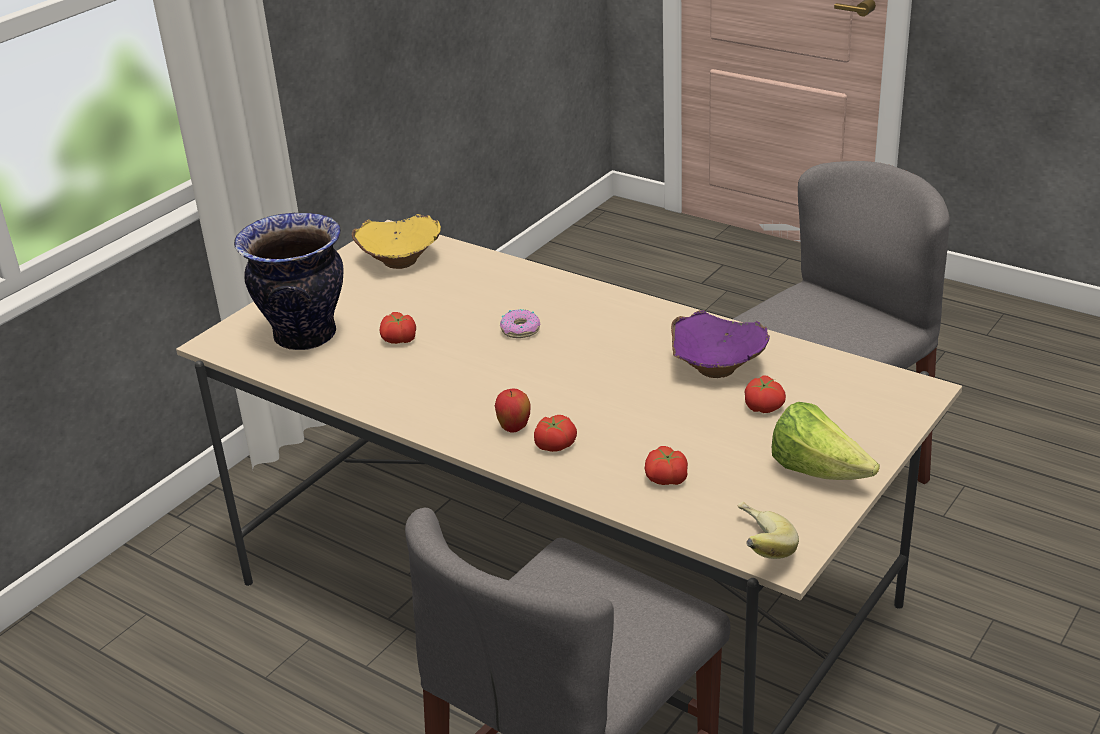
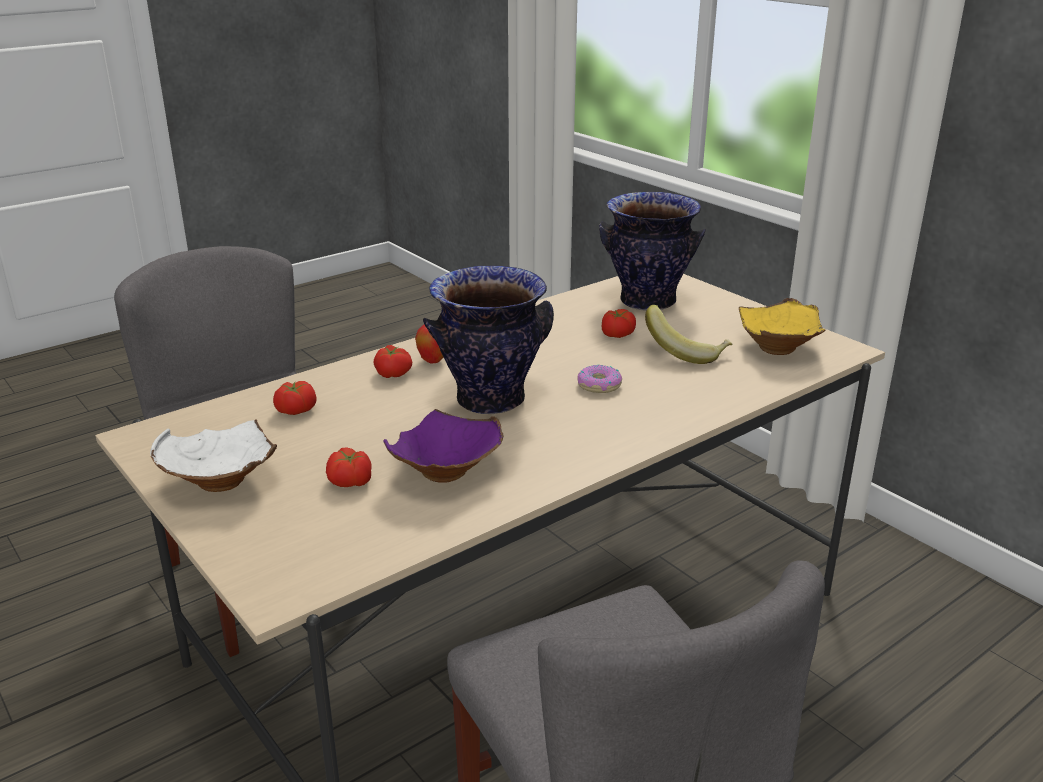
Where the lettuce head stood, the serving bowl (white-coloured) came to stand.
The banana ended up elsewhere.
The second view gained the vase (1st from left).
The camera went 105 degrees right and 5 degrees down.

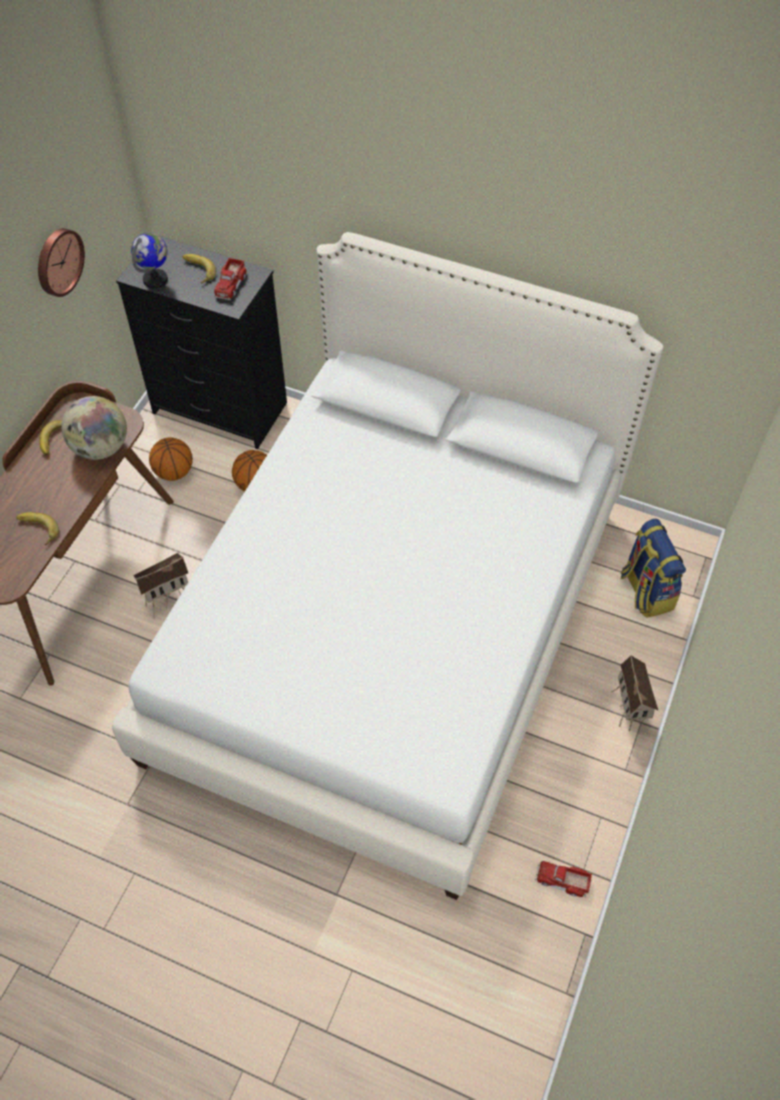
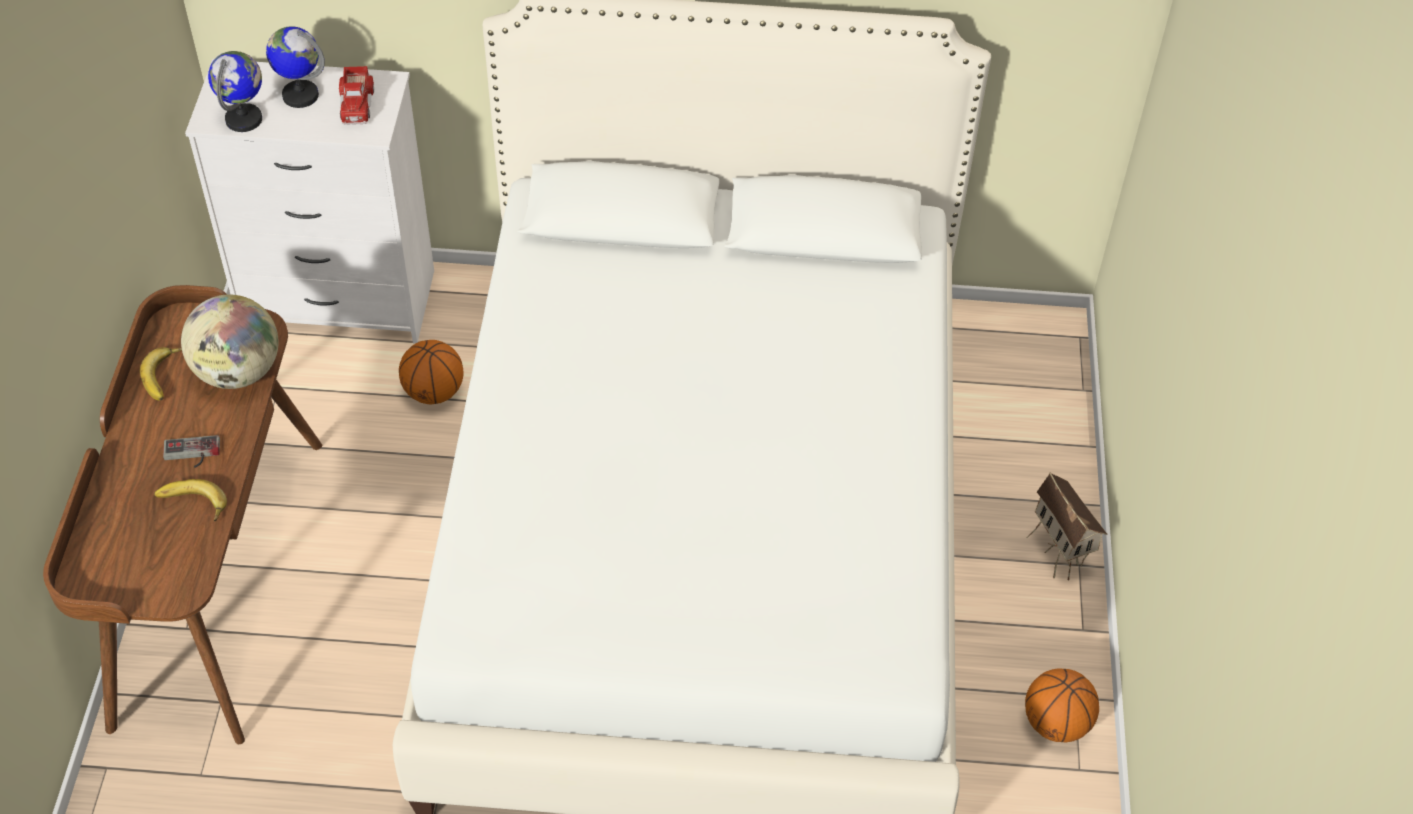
The second view lost the hanging clock.
What was the drawer chest (blackish) turned into the drawer chest (white-coloured).
Where the banana (3rd from left) stood, the world globe (3rd from left) came to stand.
The basketball (1st from left in the first image) ended up elsewhere.
The second view lost the backpack.
The second view lost the model house (1st from left).
The second view lost the toy lorry (2nd from left).
The second view gained the joypad.
The camera went 20 degrees left and 5 degrees down.

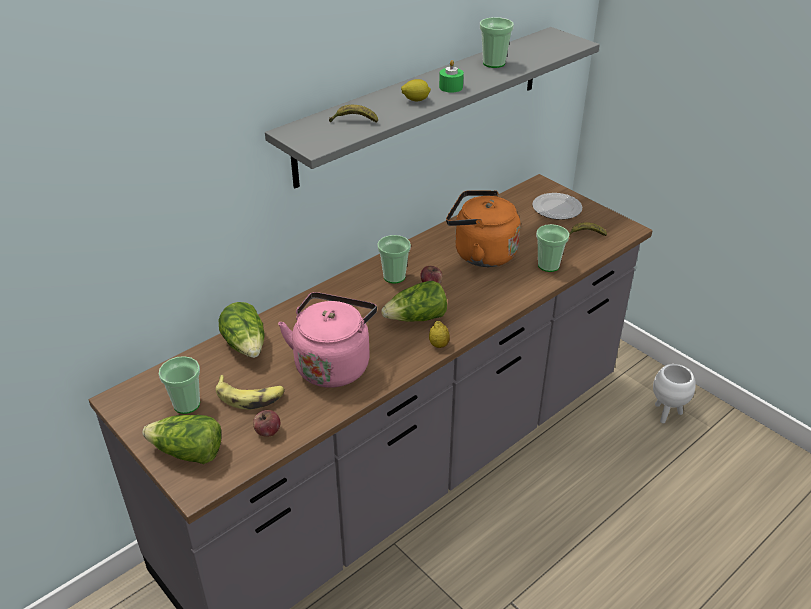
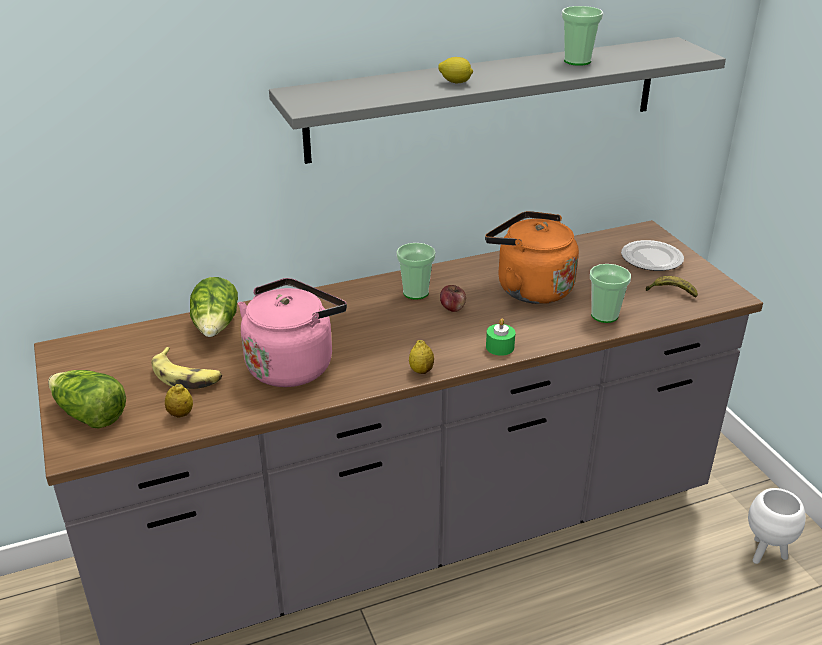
The wax candle (green) ended up elsewhere.
The second view lost the banana (2nd from left).
The second view lost the lettuce head (3rd from left).
The second view lost the small cup (1st from left).
Where the apple (1st from left) stood, the lemon (1st from left) came to stand.
The camera went 20 degrees right and 5 degrees down.

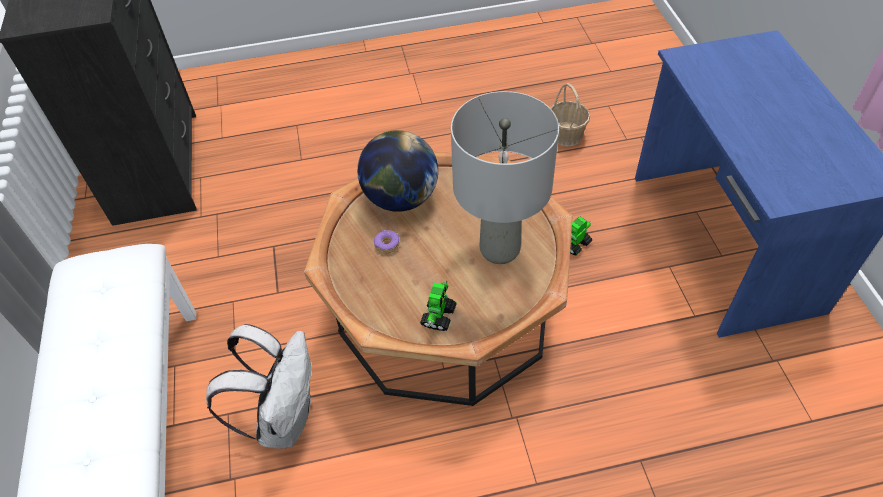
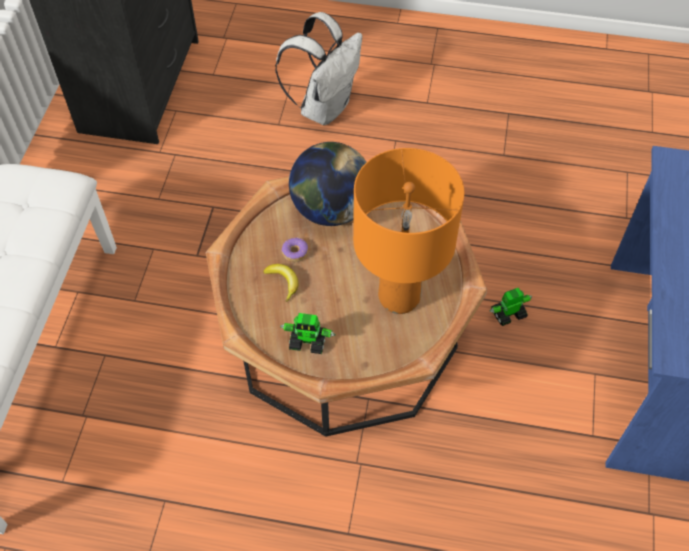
The second view lost the household basket.
What was the tabletop lamp (gray) turned into the tabletop lamp (orange-coloured).
The robot figure (1st from left) ended up facing another way, 60 degrees clockwise from before.
The backpack (white-coloured) ended up elsewhere.
The second view gained the banana.
The camera went 20 degrees right and 5 degrees up.

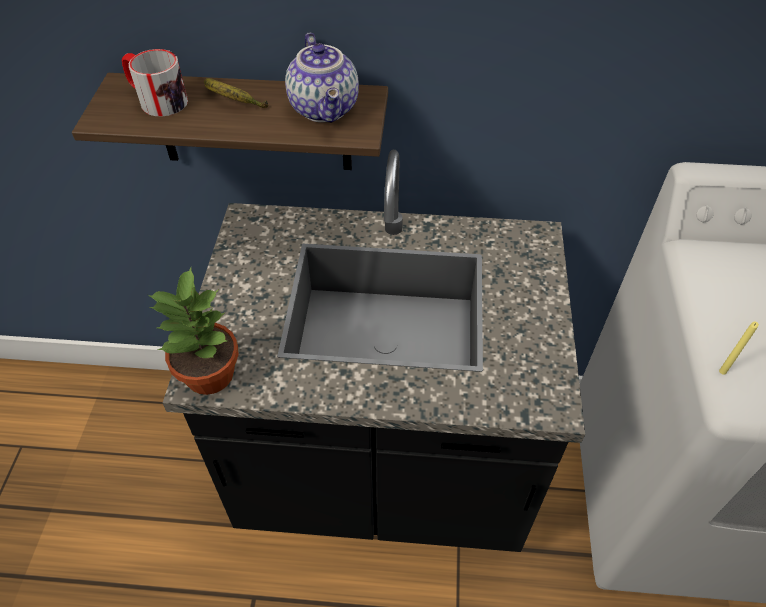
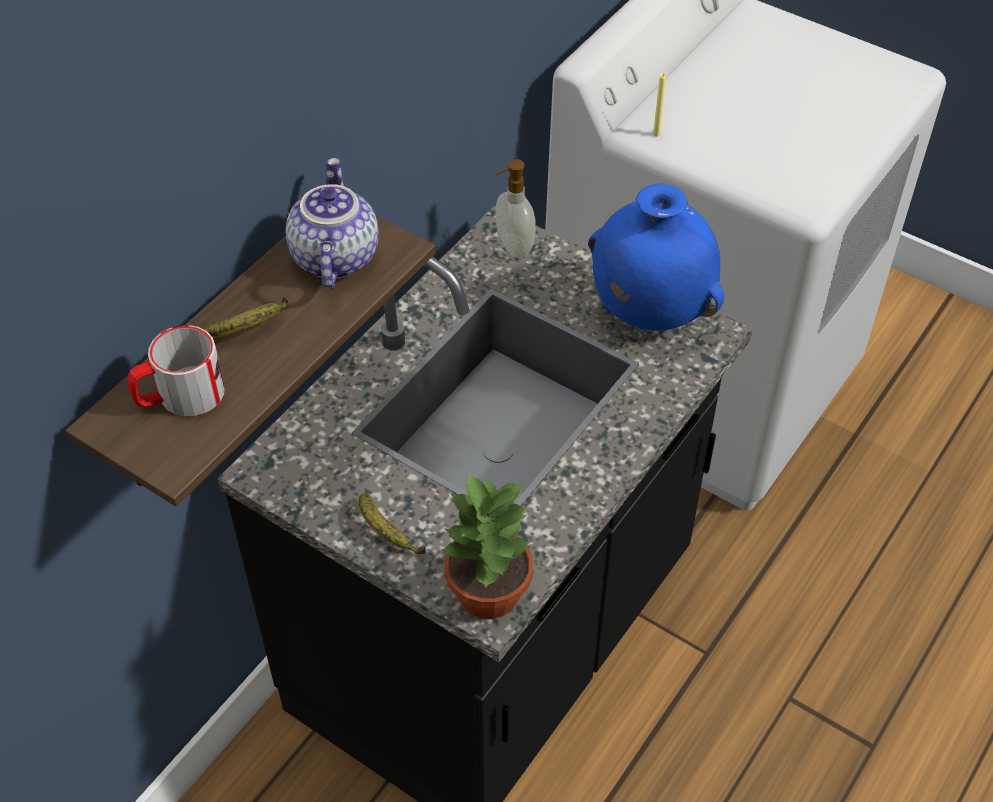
The tea pot ended up facing another way, 105 degrees counterclockwise from before.
The wax candle (yellowish) ended up elsewhere.
The second view gained the soap bottle.
The second view gained the vase (blue-coloured).
The second view gained the banana (2nd from left).
The camera went 60 degrees left and 0 degrees up.

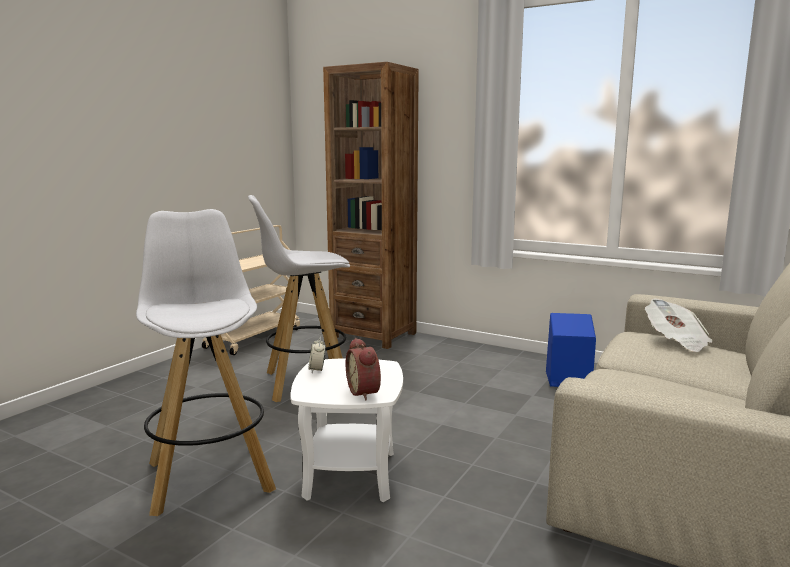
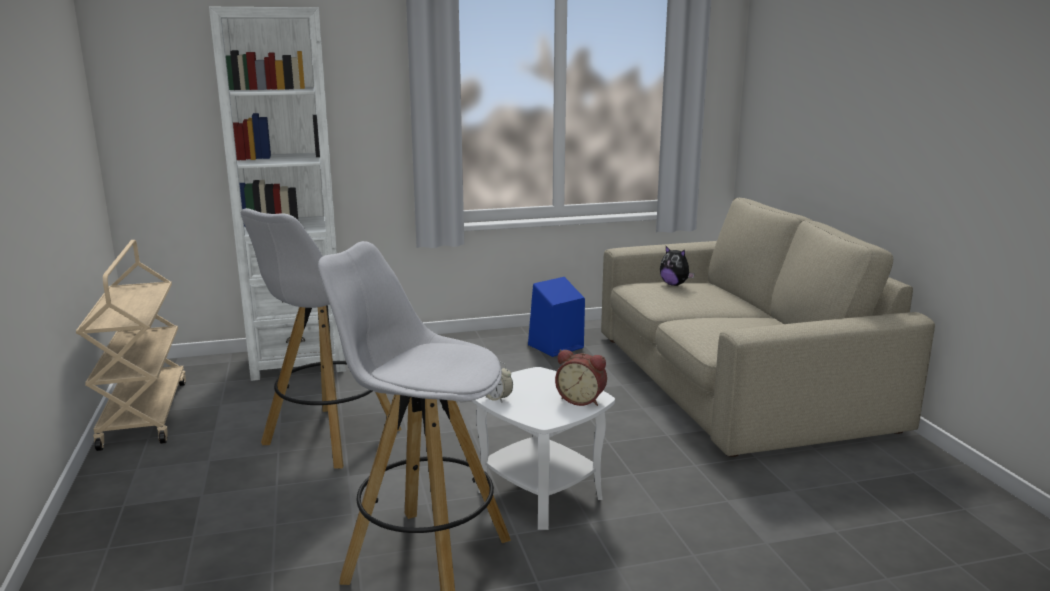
What was the bookshelf (brownish) turned into the bookshelf (white-coloured).
Where the newspaper stood, the plush toy came to stand.
The camera went 45 degrees left and 5 degrees up.

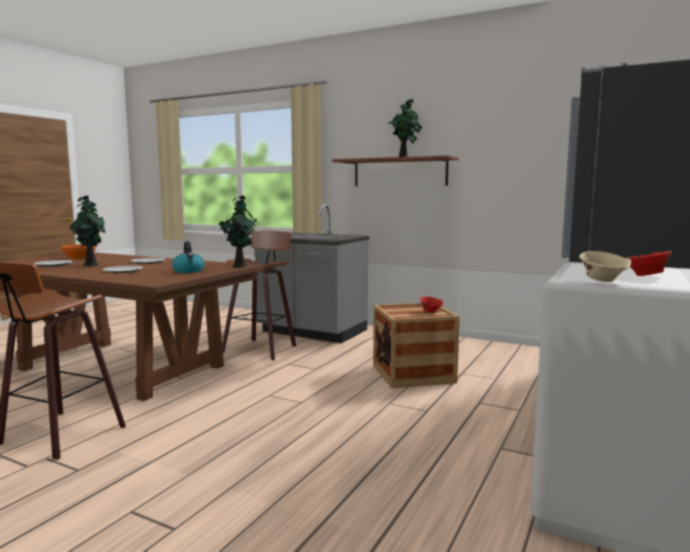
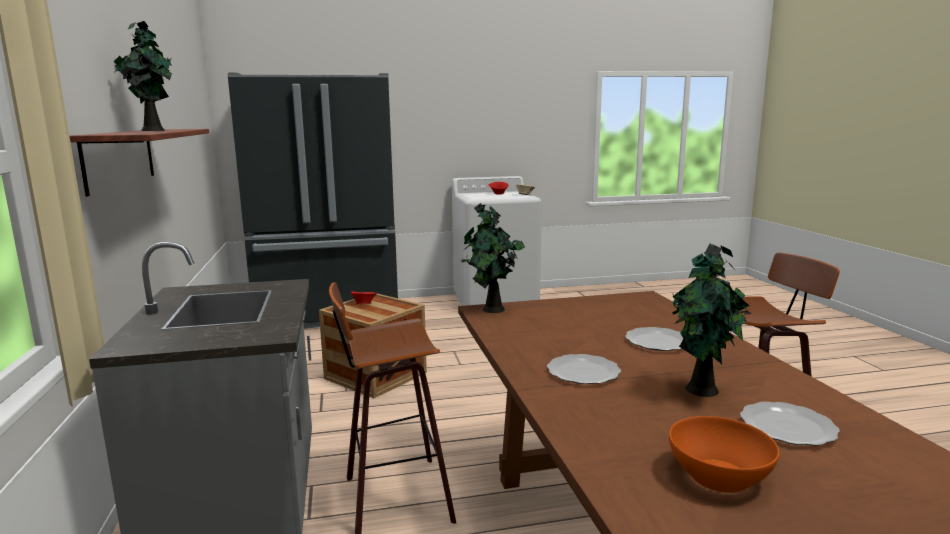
The second view lost the tea kettle.
The camera went 130 degrees left and 5 degrees up.

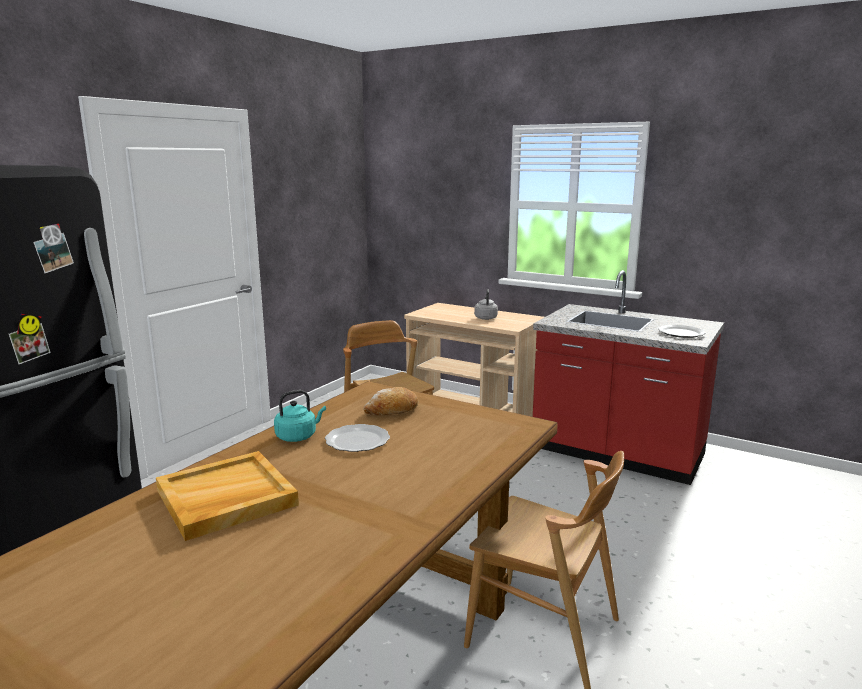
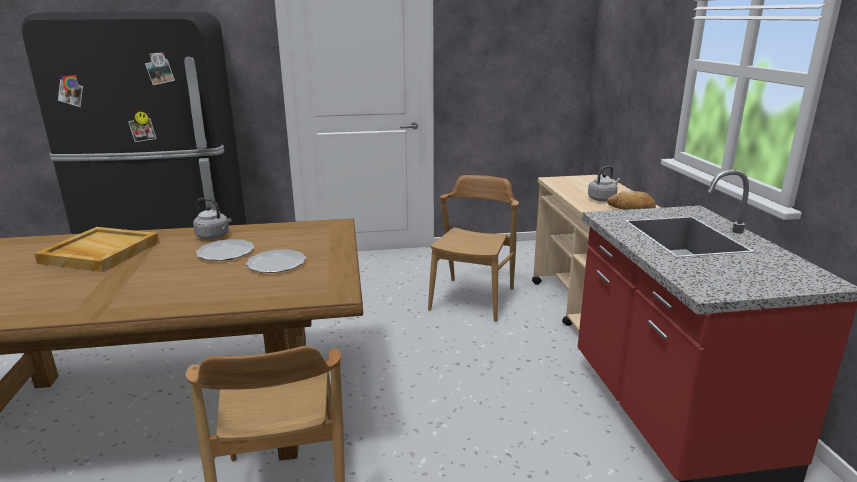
The plate (2nd from left) ended up elsewhere.
The bakery bread ended up elsewhere.
What was the tea kettle (turquoise-coloured) turned into the tea kettle (gray) (1st from left).
The camera went 50 degrees right and 5 degrees up.

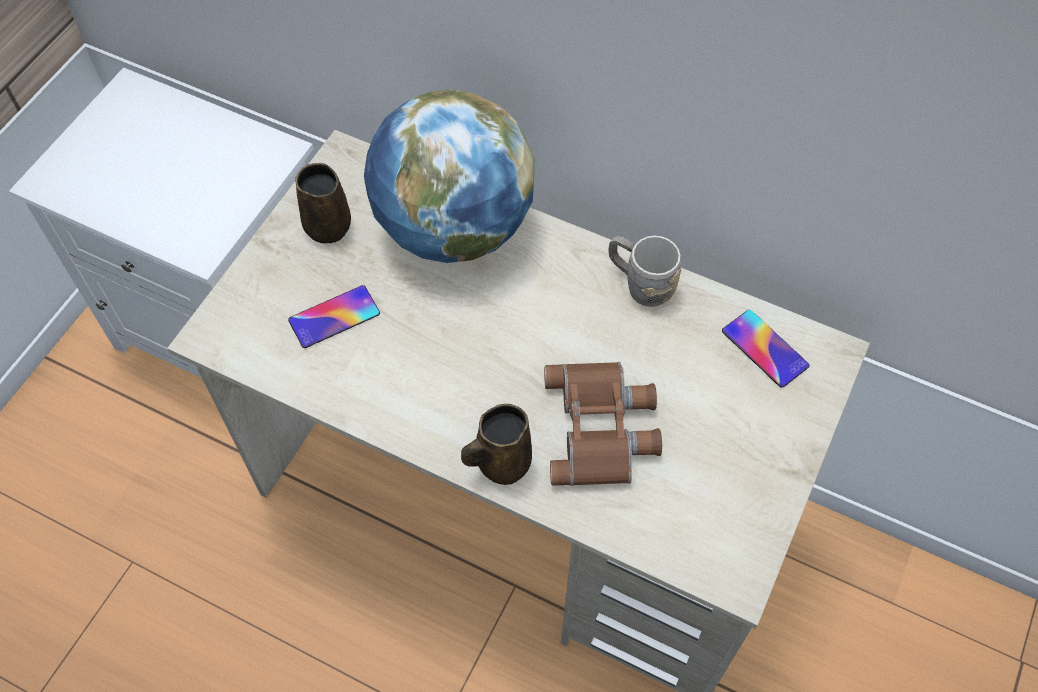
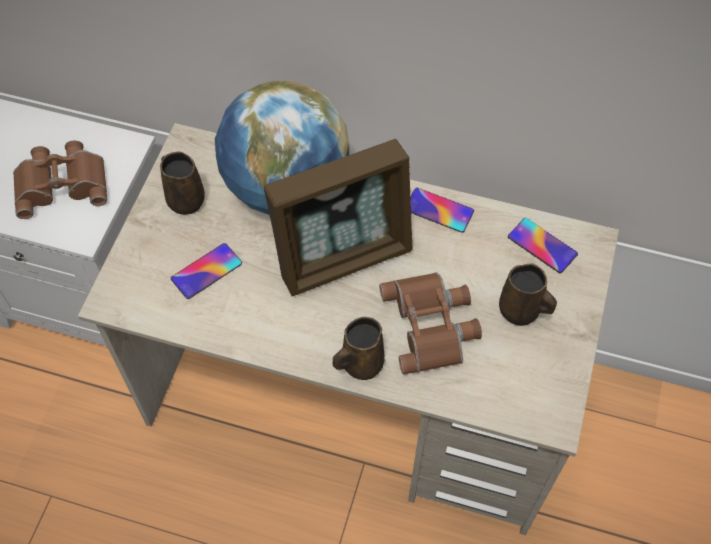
Where the tea mug (gray) stood, the telephone (2nd from left) came to stand.
The second view gained the picture frame.
The second view gained the binoculars (brownish) (1st from left).
The second view gained the tea mug (brownish) (3rd from left).
The camera went 10 degrees left and 0 degrees up.

